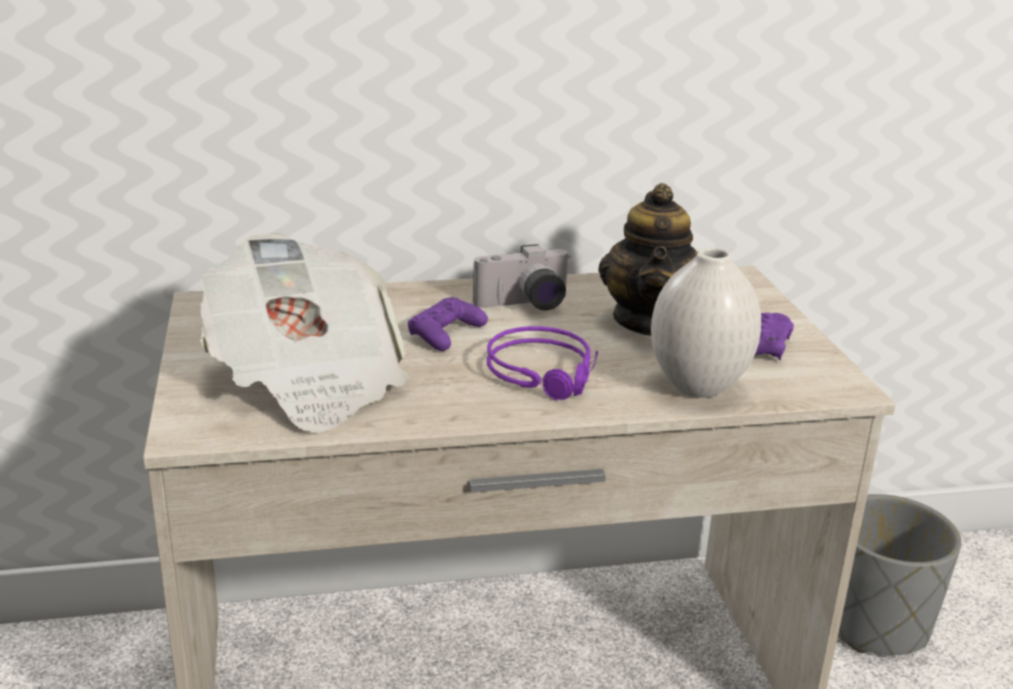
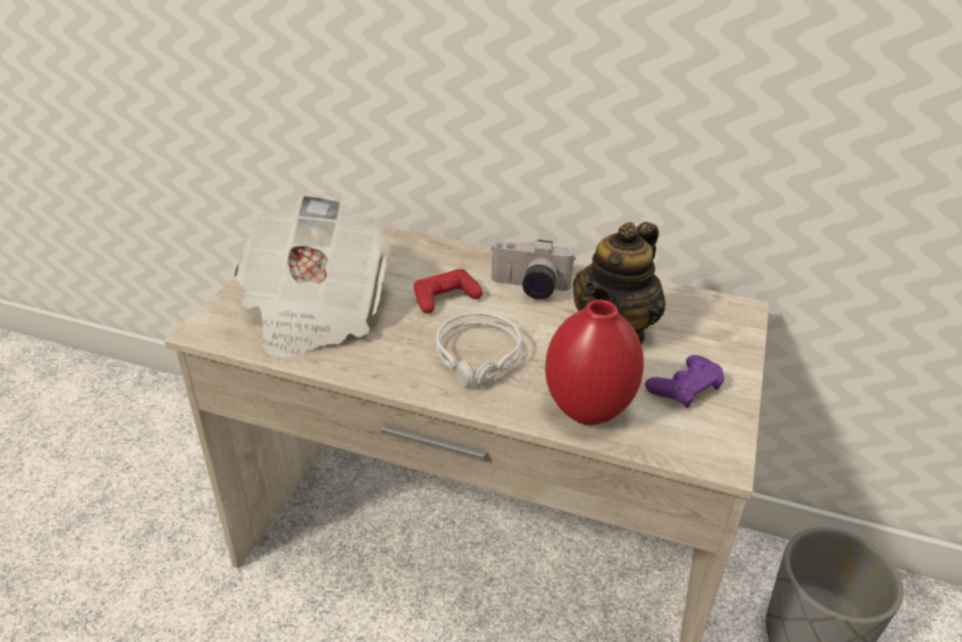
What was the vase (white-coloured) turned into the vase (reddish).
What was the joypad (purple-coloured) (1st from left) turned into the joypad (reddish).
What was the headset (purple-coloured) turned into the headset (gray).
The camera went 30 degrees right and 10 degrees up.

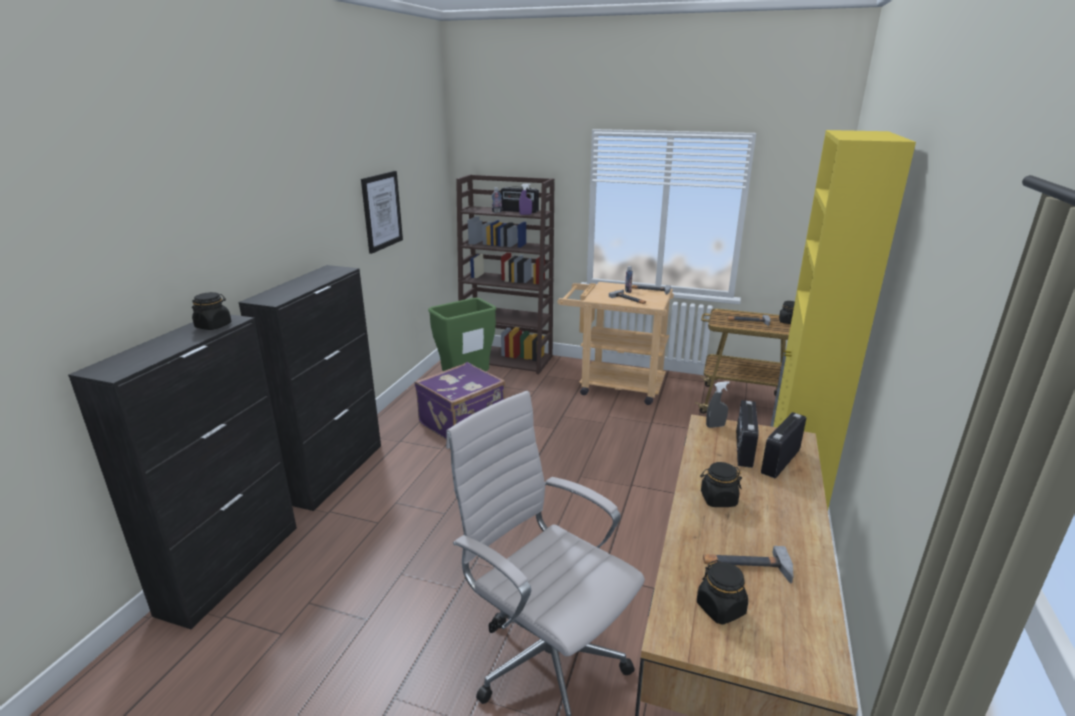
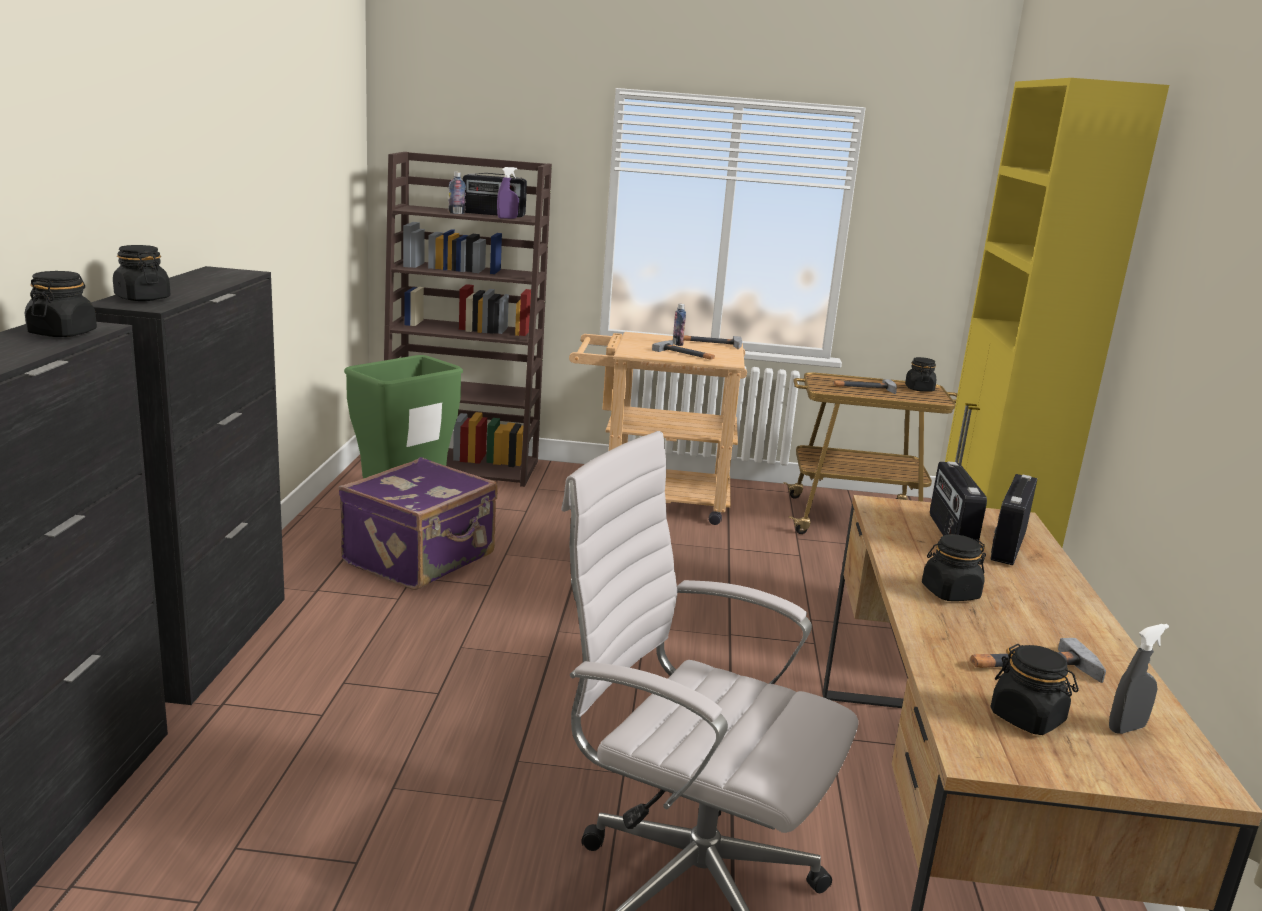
The second view lost the picture.
The sprayer (gray) ended up elsewhere.
The second view gained the storage jar (blackish) (2nd from left).
The camera went 15 degrees left and 5 degrees down.

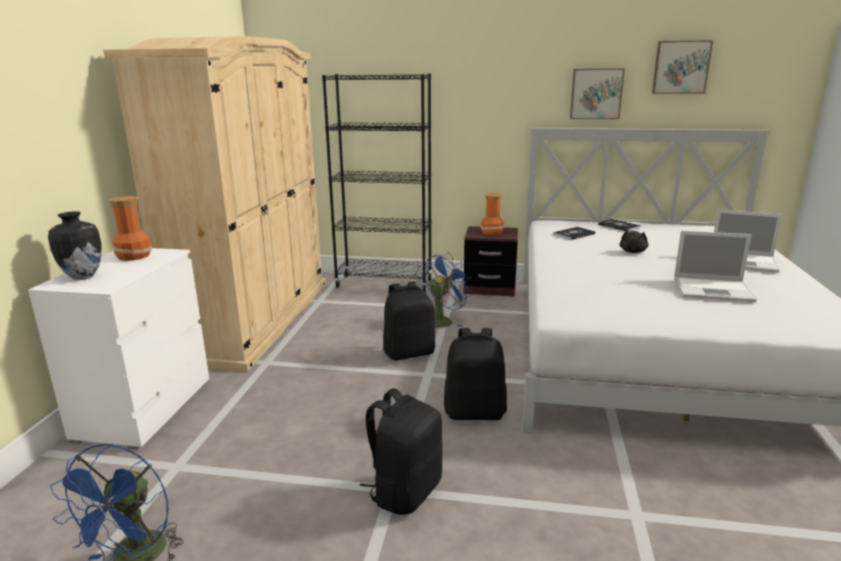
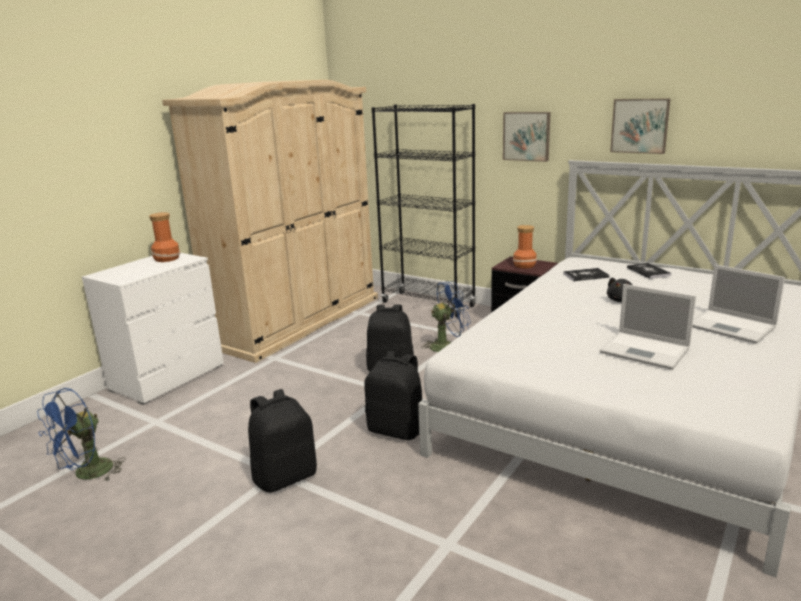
The picture (2nd from left in the first image) ended up elsewhere.
The second view lost the vase (1st from left).
The camera went 25 degrees right and 0 degrees up.

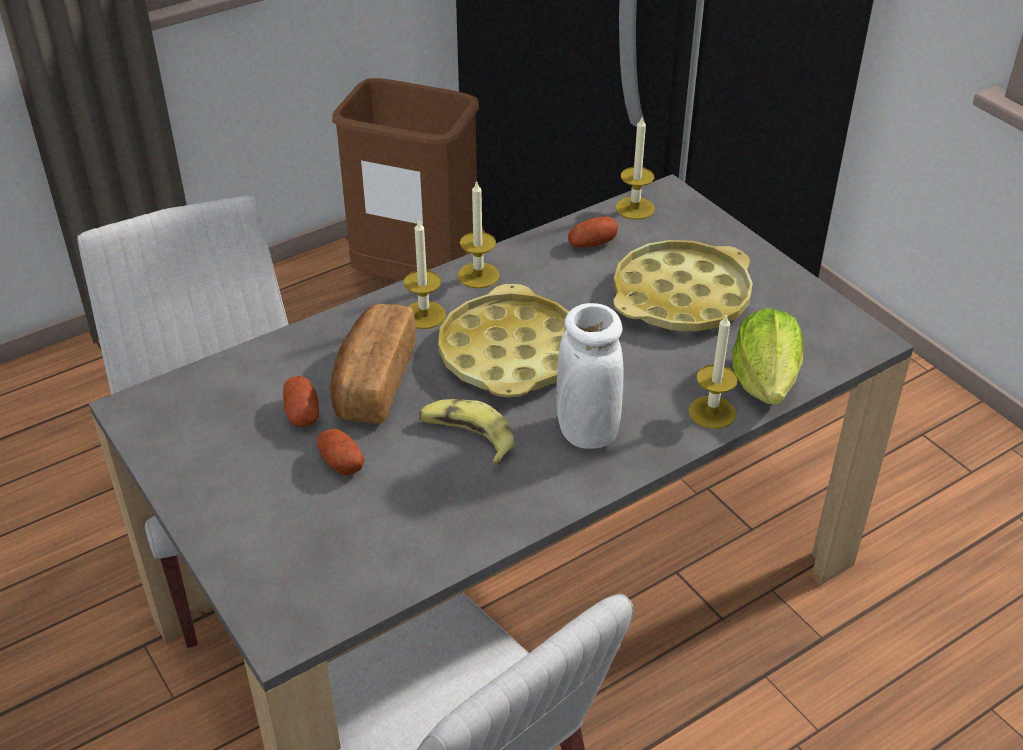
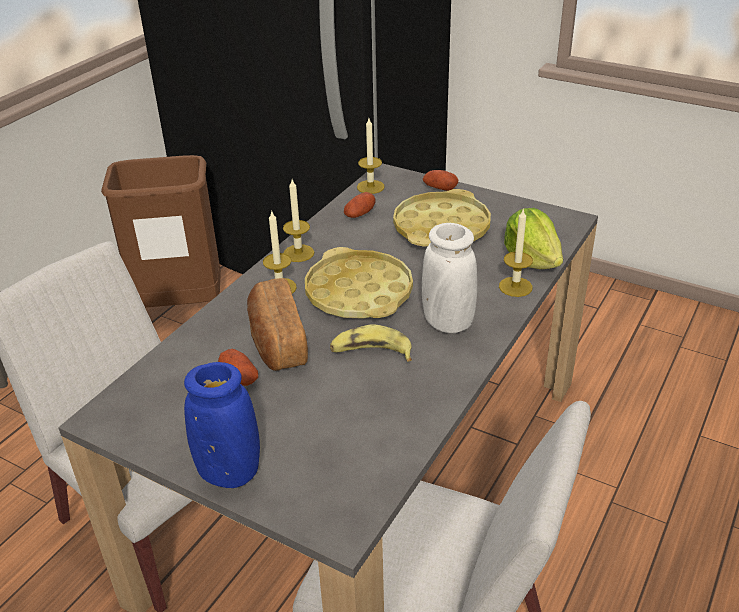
The potato (2nd from left in the first image) ended up elsewhere.
The second view gained the vase (blue-coloured).
The camera went 25 degrees left and 5 degrees down.

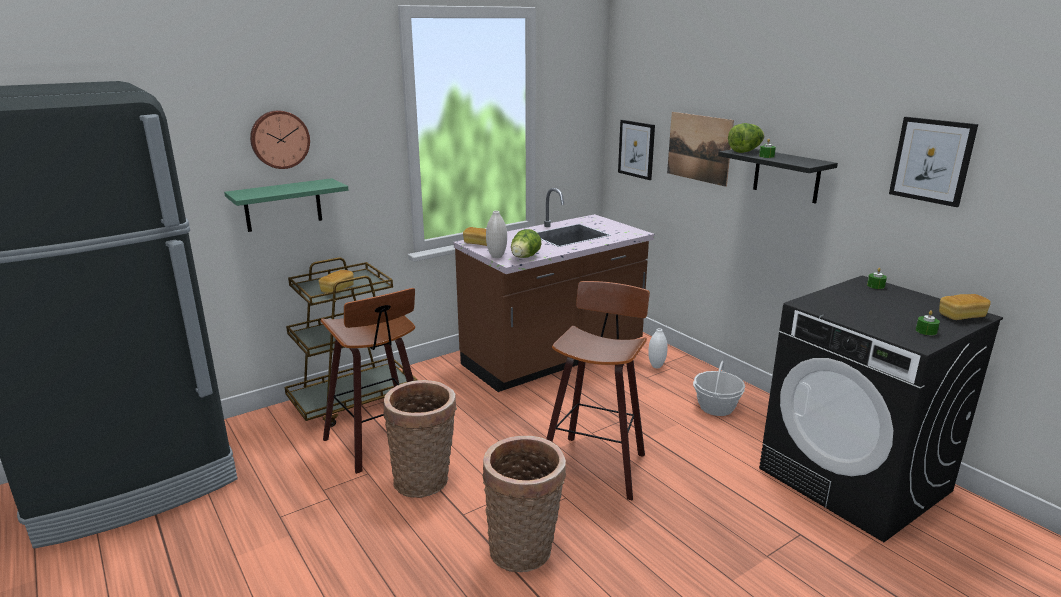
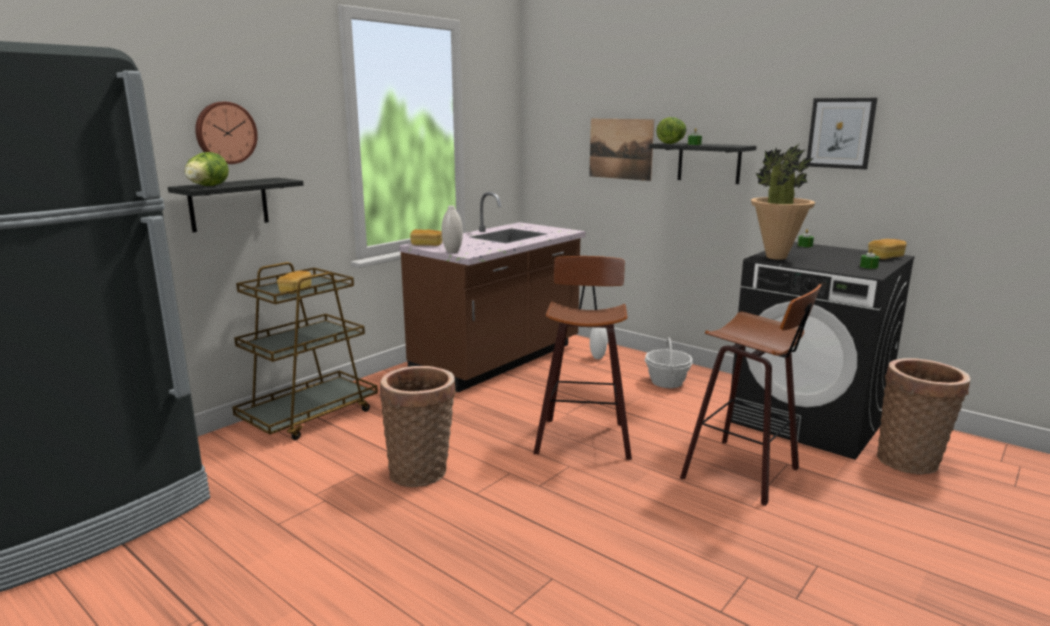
The second view lost the picture (1st from left).
What was the shelf (green) turned into the shelf (blackish) (1st from left).
The lettuce head (1st from left) ended up elsewhere.
The sitting stool (1st from left in the first image) ended up elsewhere.
The household basket (2nd from left in the first image) ended up elsewhere.
The second view gained the potted plant.
The camera went 15 degrees left and 5 degrees down.

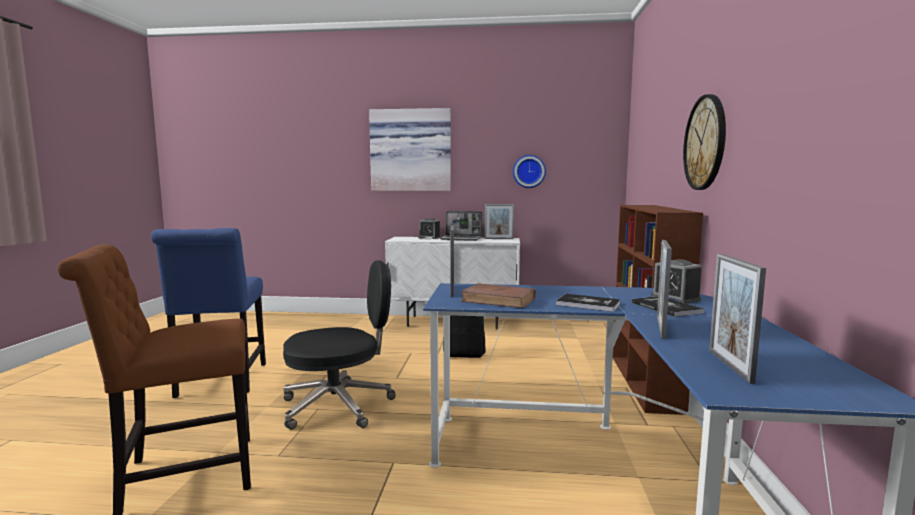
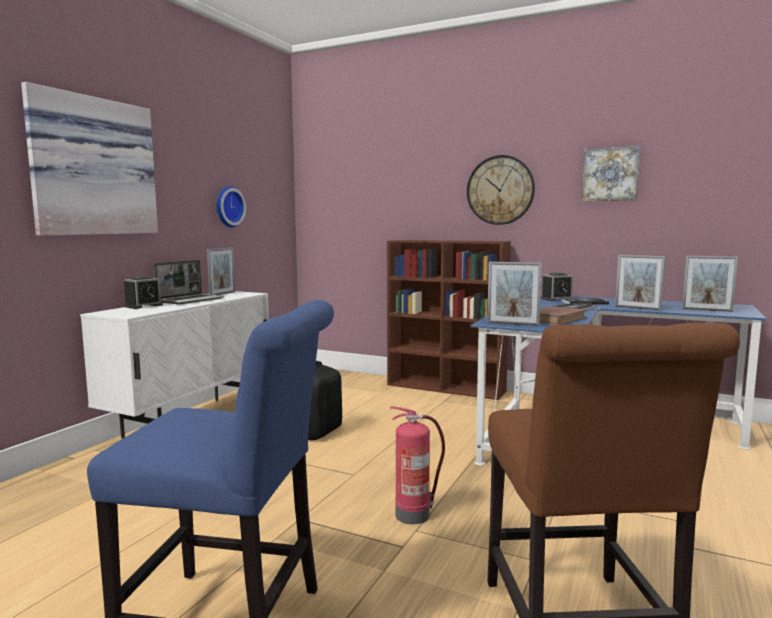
Where the office chair (blackish) stood, the fire extinguisher came to stand.
The second view gained the picture (2nd from left).
The camera went 70 degrees left and 0 degrees up.

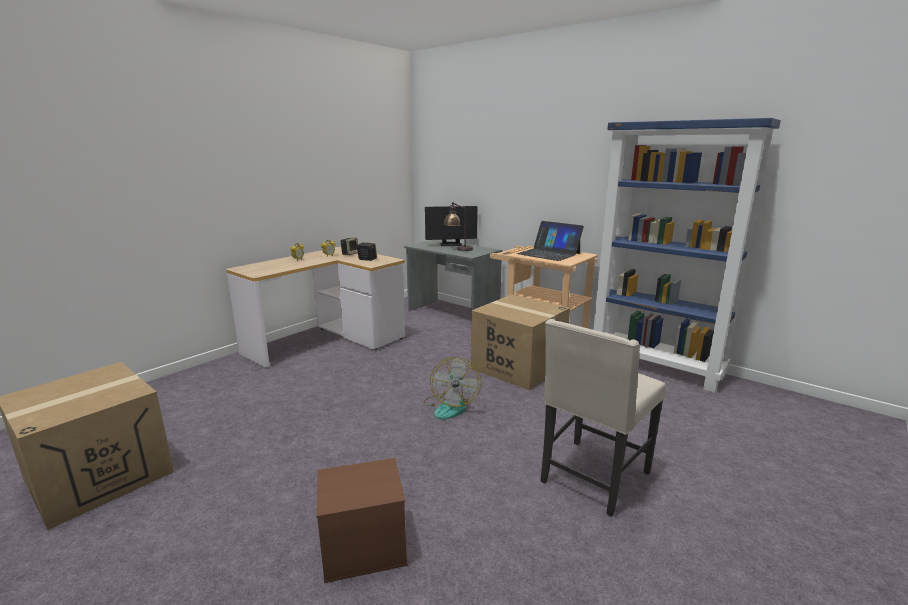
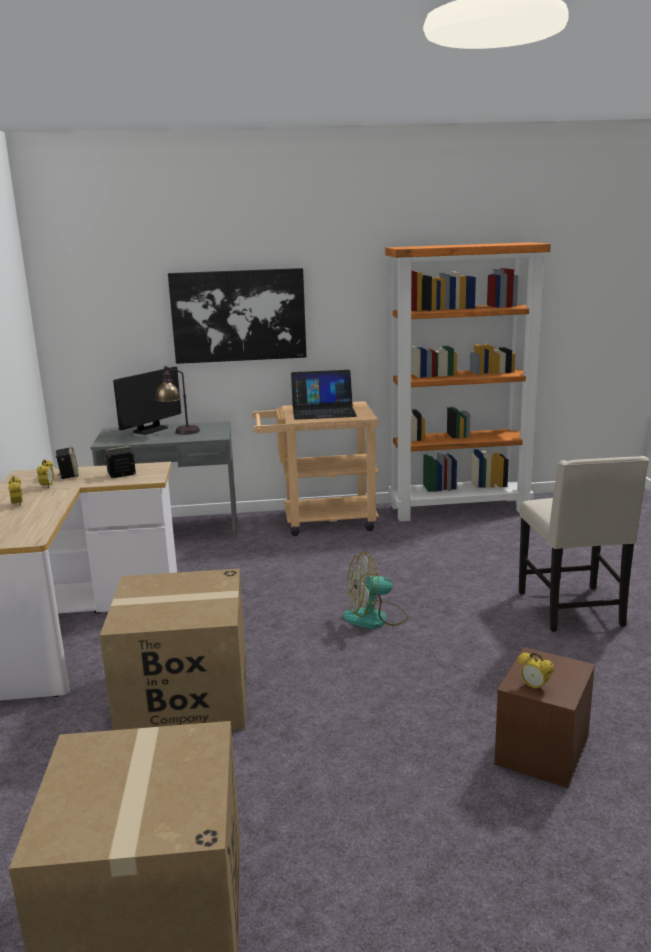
What was the bookshelf (blue-coloured) turned into the bookshelf (orange-coloured).
The carton (2nd from left) ended up elsewhere.
The fan ended up facing another way, 120 degrees clockwise from before.
The second view gained the picture.
The second view gained the alarm clock (3rd from left).
The camera went 45 degrees left and 0 degrees up.

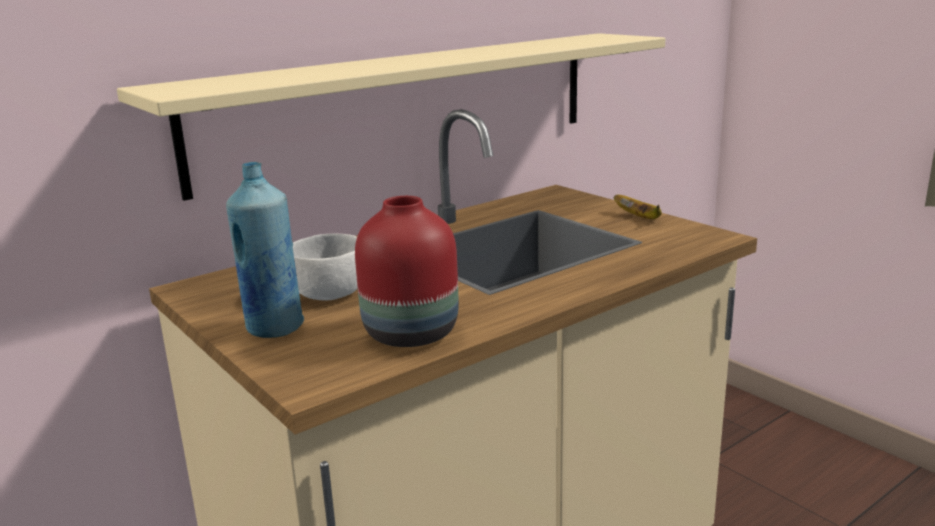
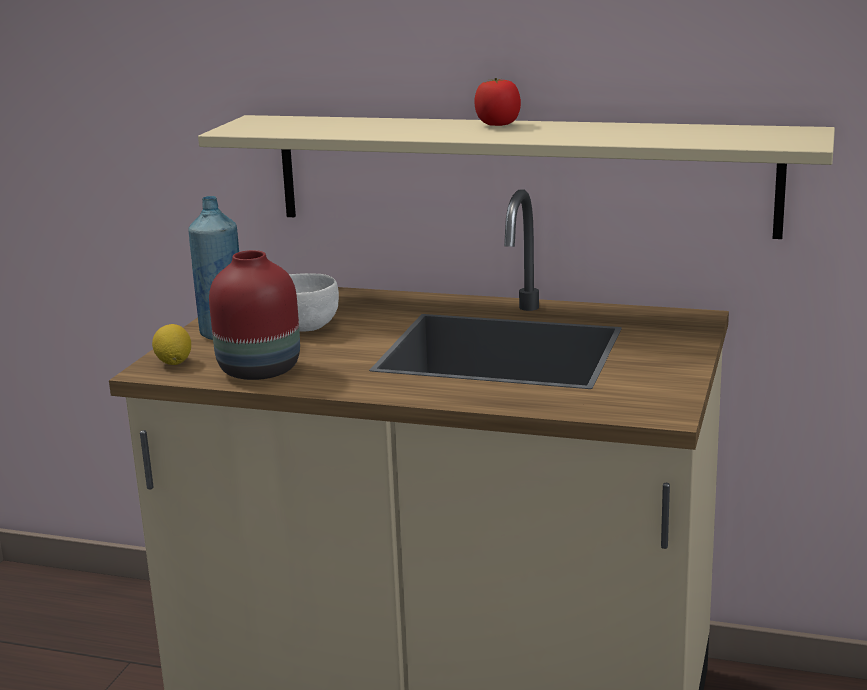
The second view lost the banana.
The second view gained the fresh tomato.
The second view gained the lemon.
The camera went 55 degrees right and 0 degrees up.

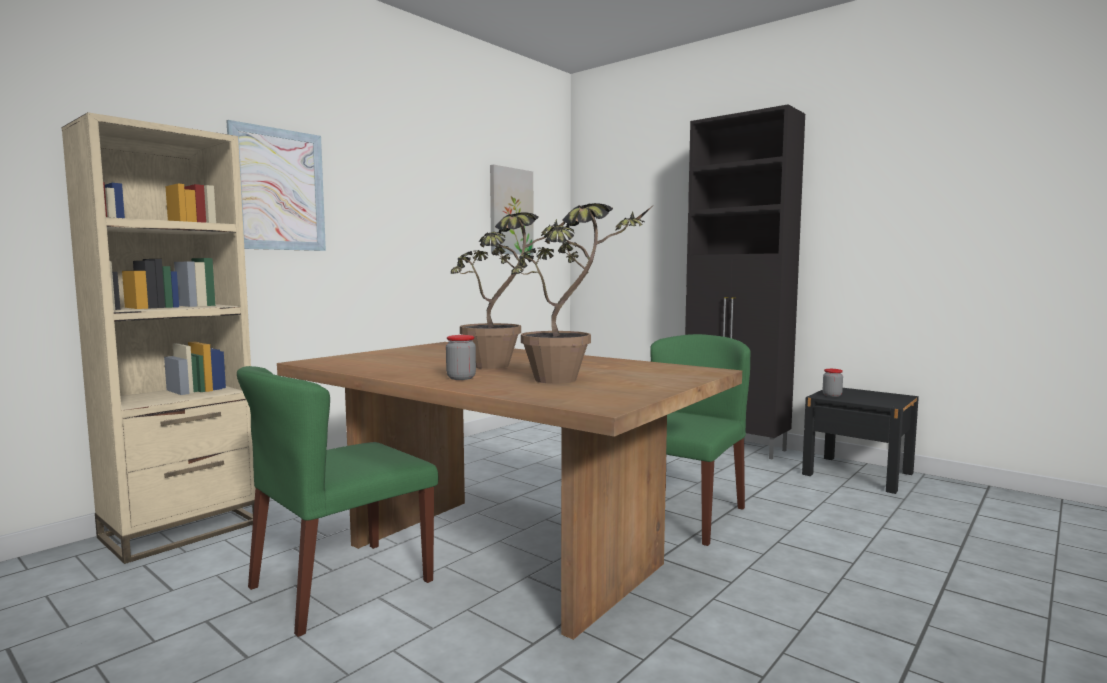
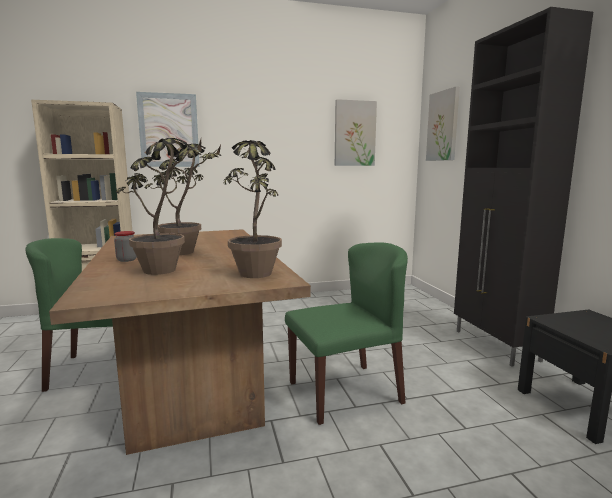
The second view lost the storage jar (2nd from left).
The second view gained the picture (3rd from left).
The second view gained the potted plant (3rd from left).
The camera went 35 degrees right and 5 degrees up.

